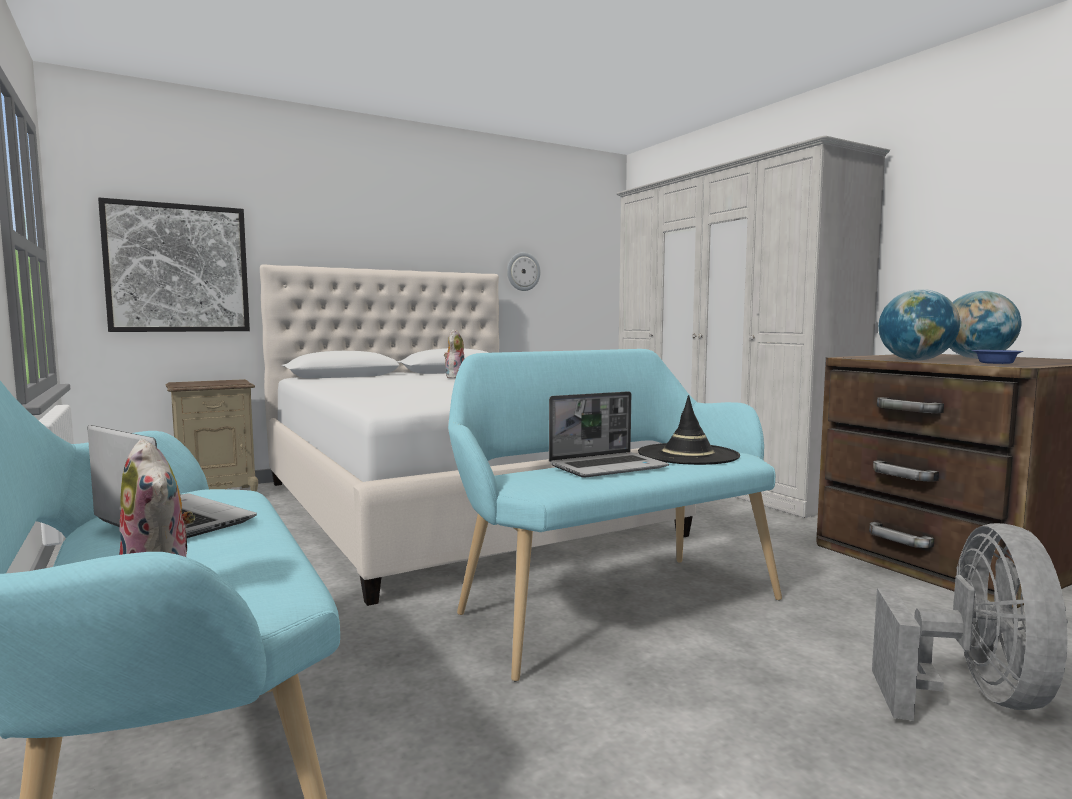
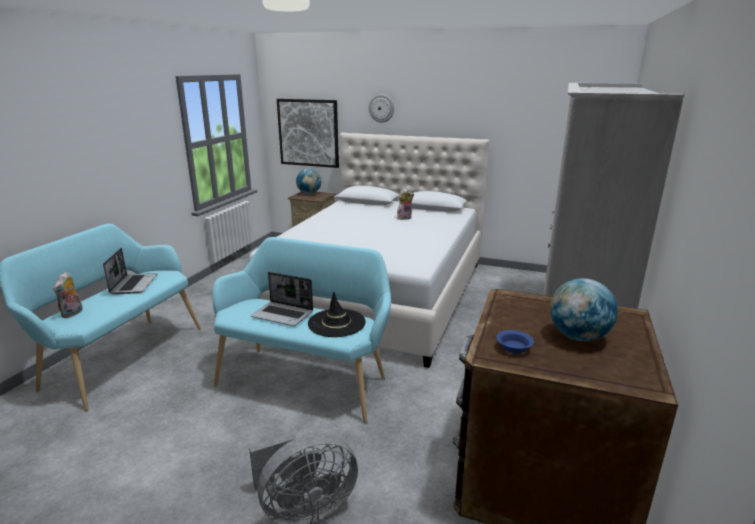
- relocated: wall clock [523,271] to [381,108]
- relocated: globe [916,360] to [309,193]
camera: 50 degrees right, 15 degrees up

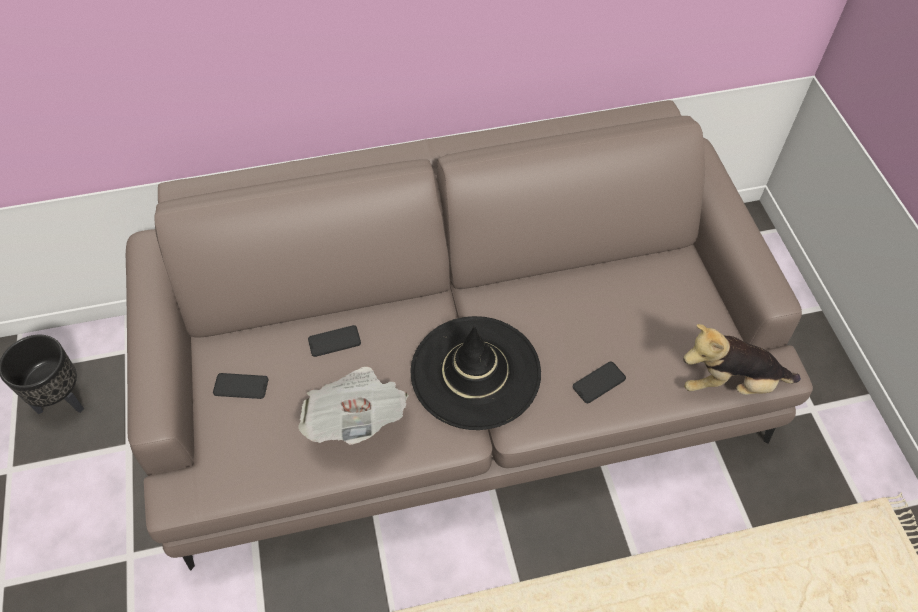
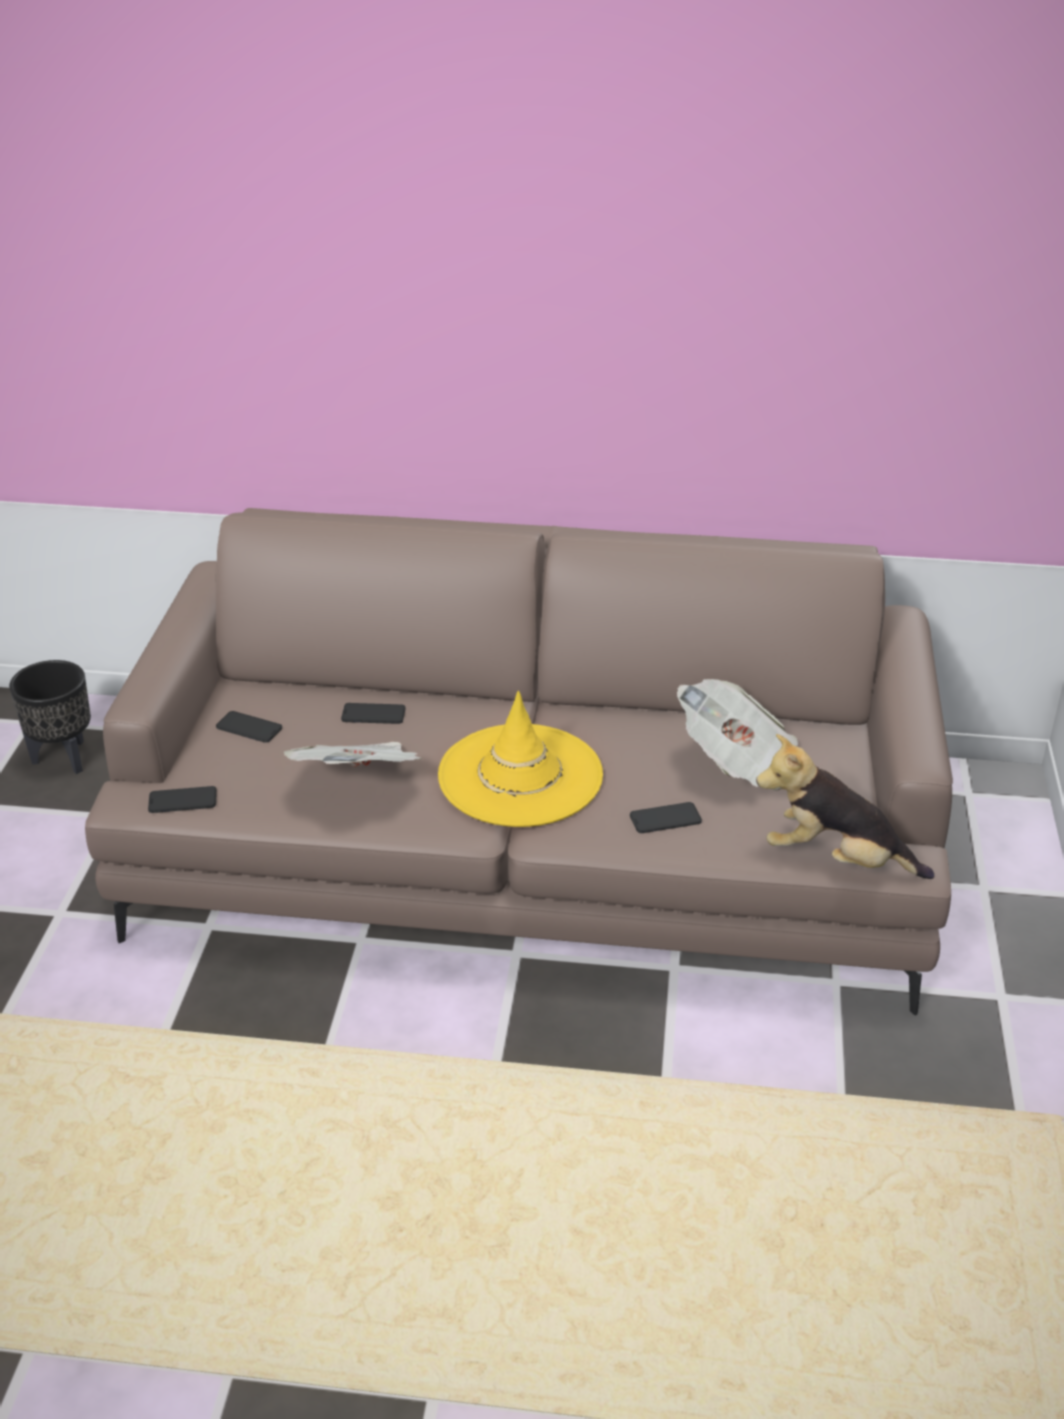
- appeared: phone [182,800]
- appeared: newspaper [742,766]
- colour: hat/black [475,372] to hat/yellow [520,776]
camera: 20 degrees right, 20 degrees down

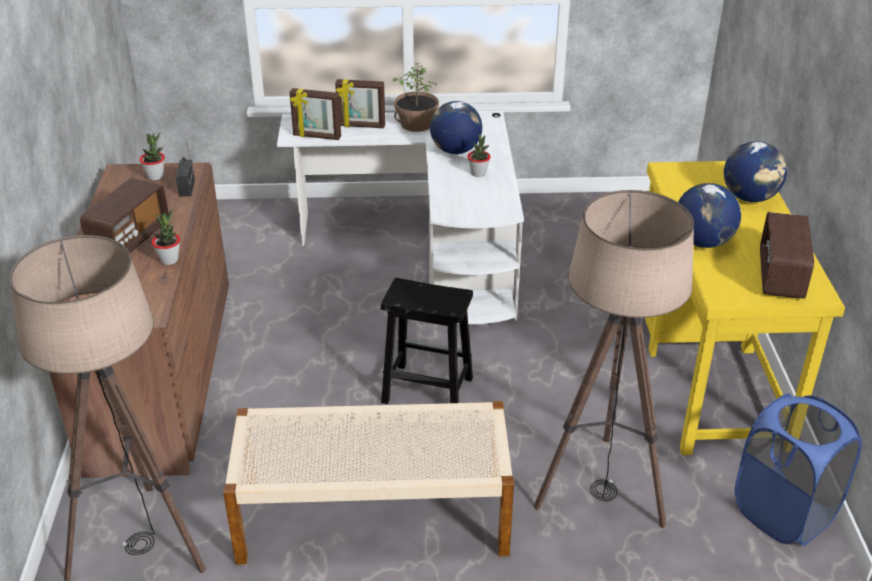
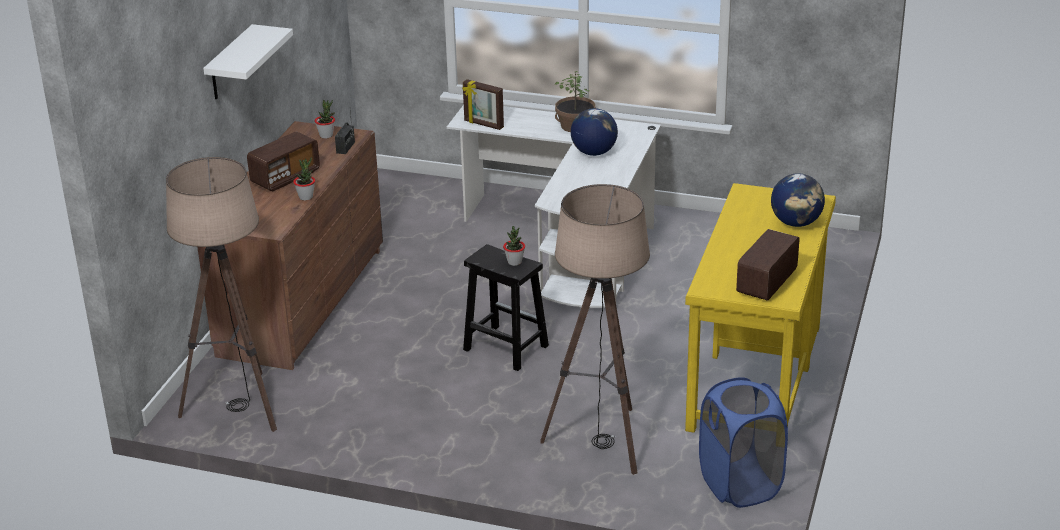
- missing: bench/beige [373,517]
- missing: picture frame [361,126]
- missing: globe [702,242]
- appeared: shelf/white [230,64]
- relocated: potted plant [478,173] to [514,262]
camera: 20 degrees right, 5 degrees down

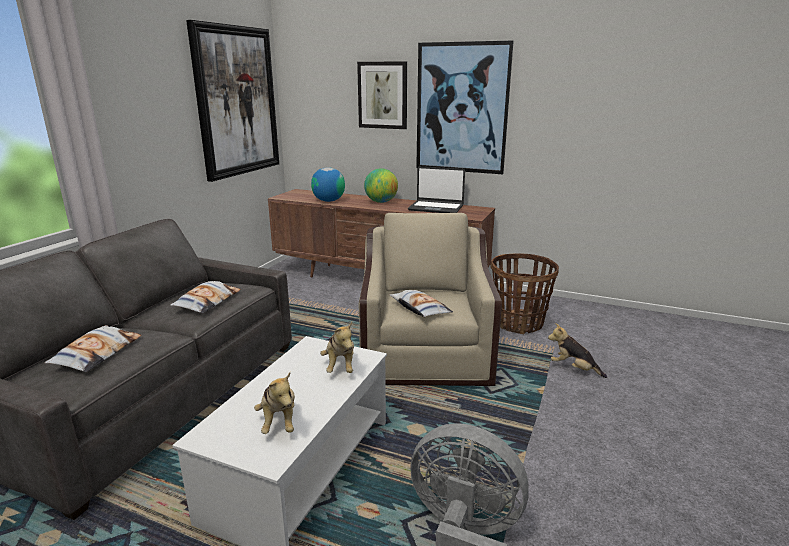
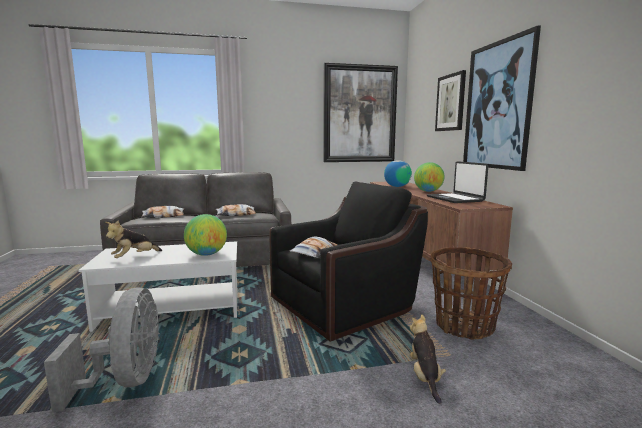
- exchanged: plush toy [340,366] to globe [207,254]
- colour: armchair/beige [425,350] to armchair/black [347,303]
camera: 55 degrees right, 10 degrees down

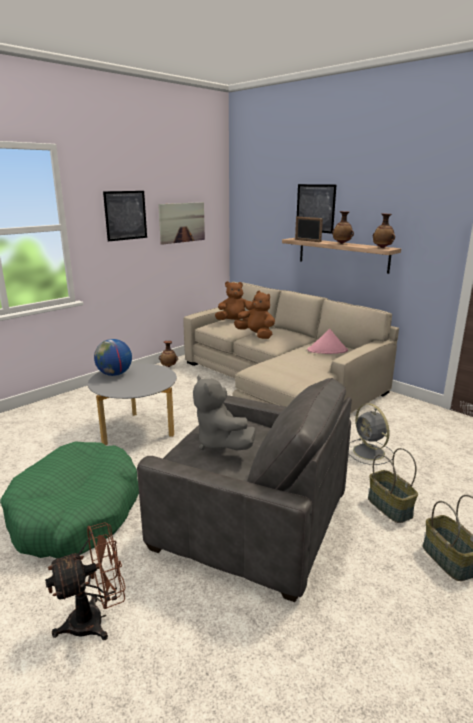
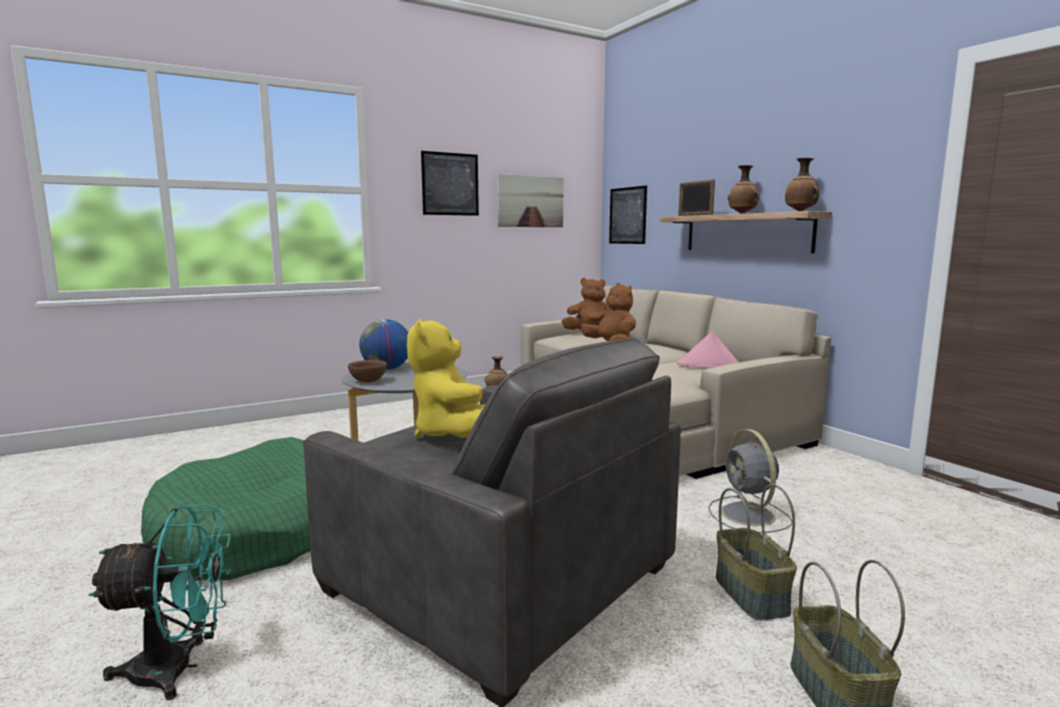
- appeared: bowl/brown [367,381]
- relocated: picture [315,208] to [627,215]
- colour: fan/brown [95,620] to fan/turquoise [178,669]
- colour: plush toy/grey [220,443] to plush toy/yellow [452,435]
camera: 15 degrees right, 10 degrees down

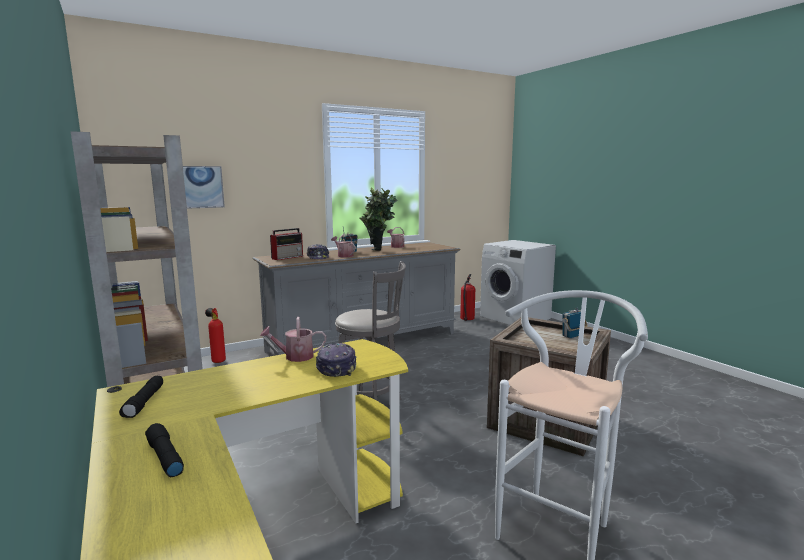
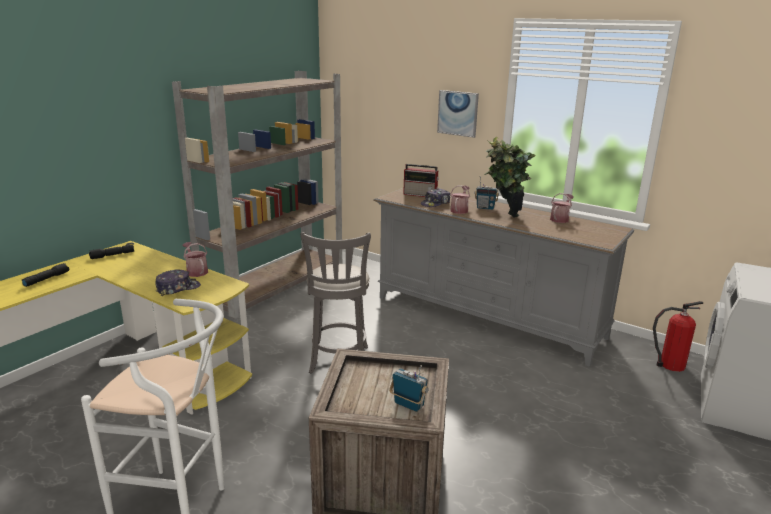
- missing: fire extinguisher [217,361]
- relocated: picture [200,187] to [458,113]
camera: 65 degrees right, 10 degrees up

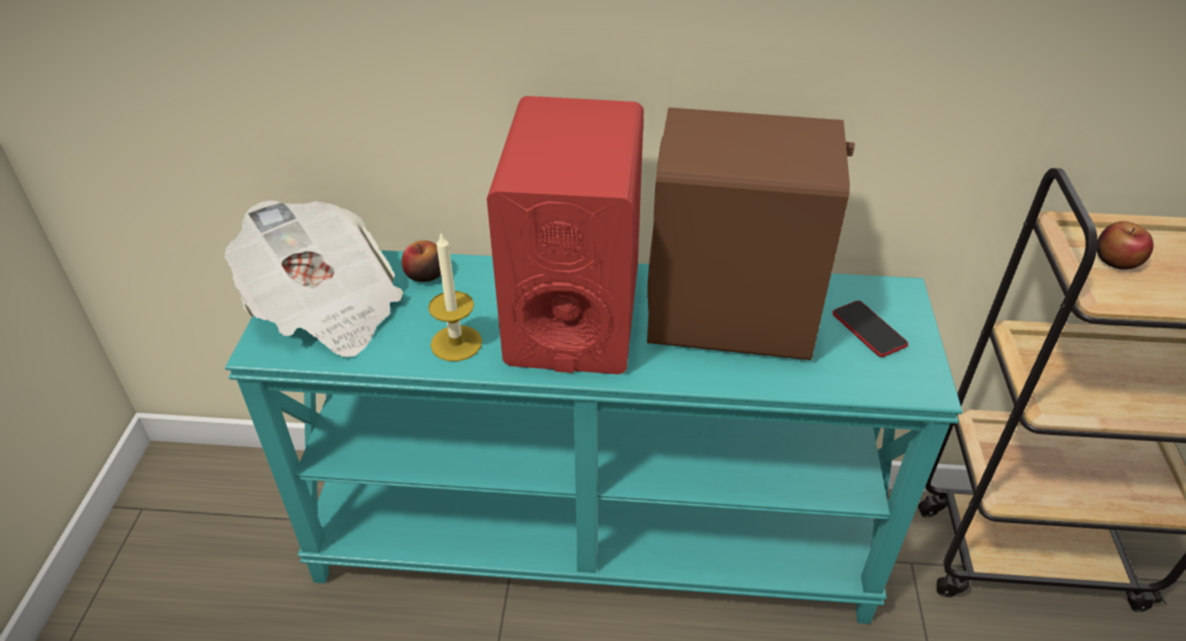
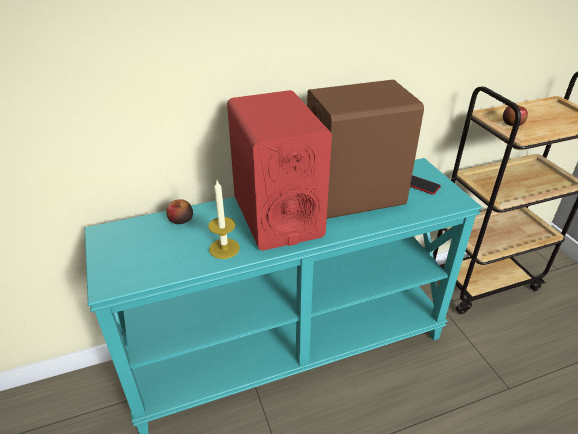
- missing: newspaper [325,308]
camera: 25 degrees left, 5 degrees down

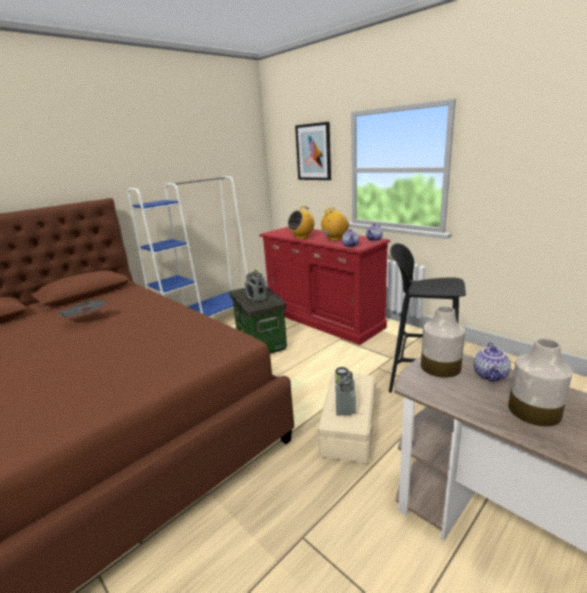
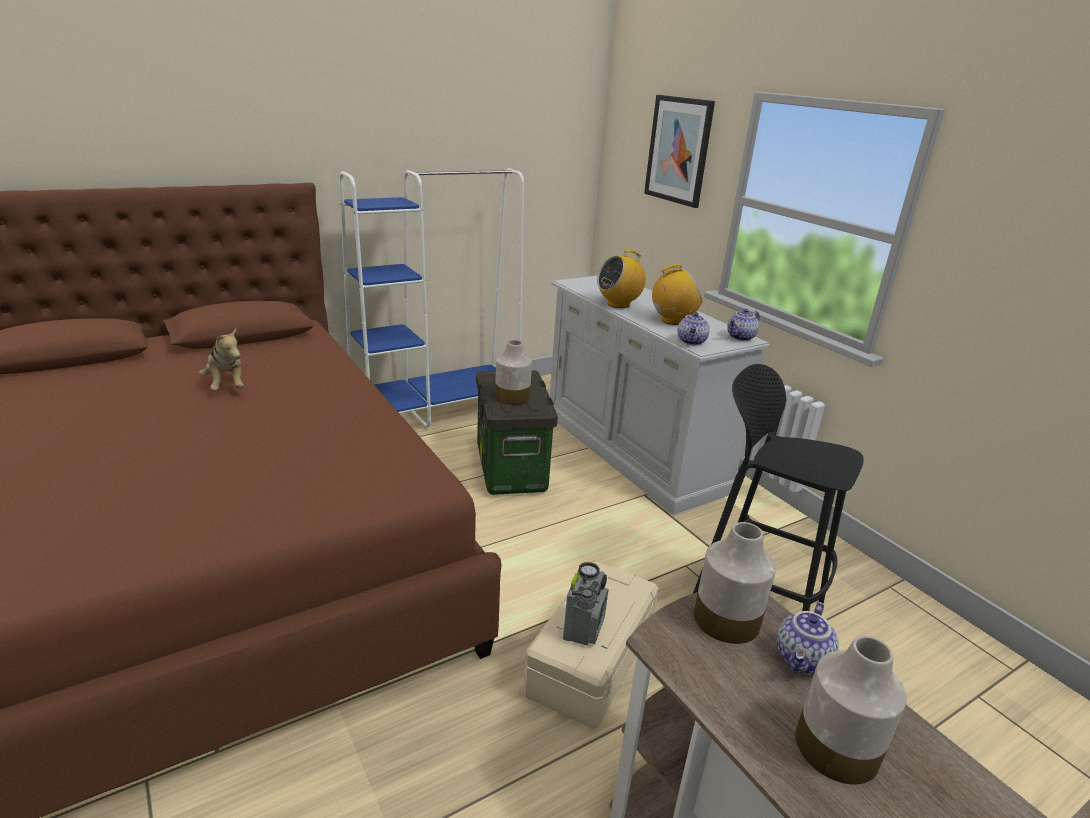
- exchanged: newspaper [87,320] to plush toy [226,385]
- exchanged: radio [256,298] to vase/beige [512,396]
- colour: dresser/red [323,319] to dresser/white [632,450]
camera: 10 degrees right, 5 degrees up

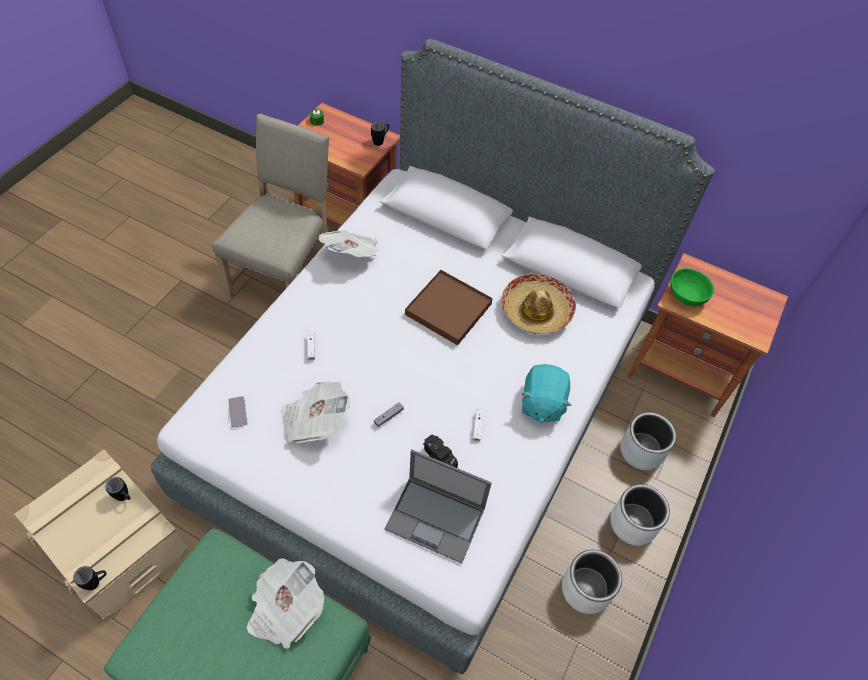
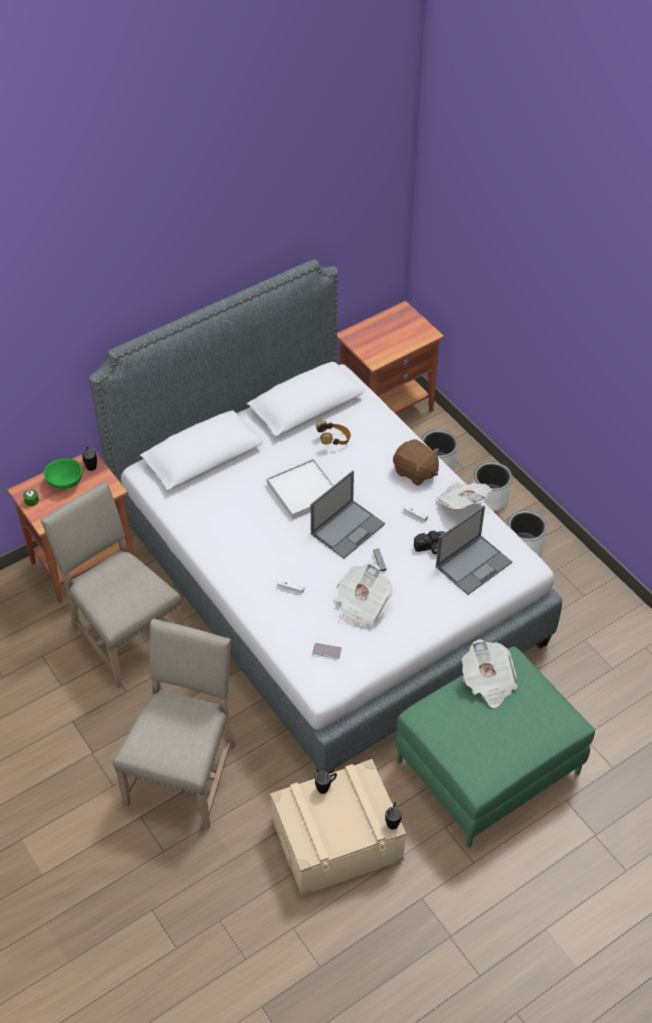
- appeared: chair/beige [185,772]
- appeared: laptop [348,528]
- relocated: newspaper [352,254] to [462,503]
- relocated: bowl/green [686,296] to [65,482]
- exchanged: hat [536,310] to headphones [334,440]
- colour: tray/brown [448,309] to tray/white [303,491]
- colour: plush toy/turquoise [542,403] to plush toy/brown [415,472]
camera: 60 degrees left, 5 degrees down

